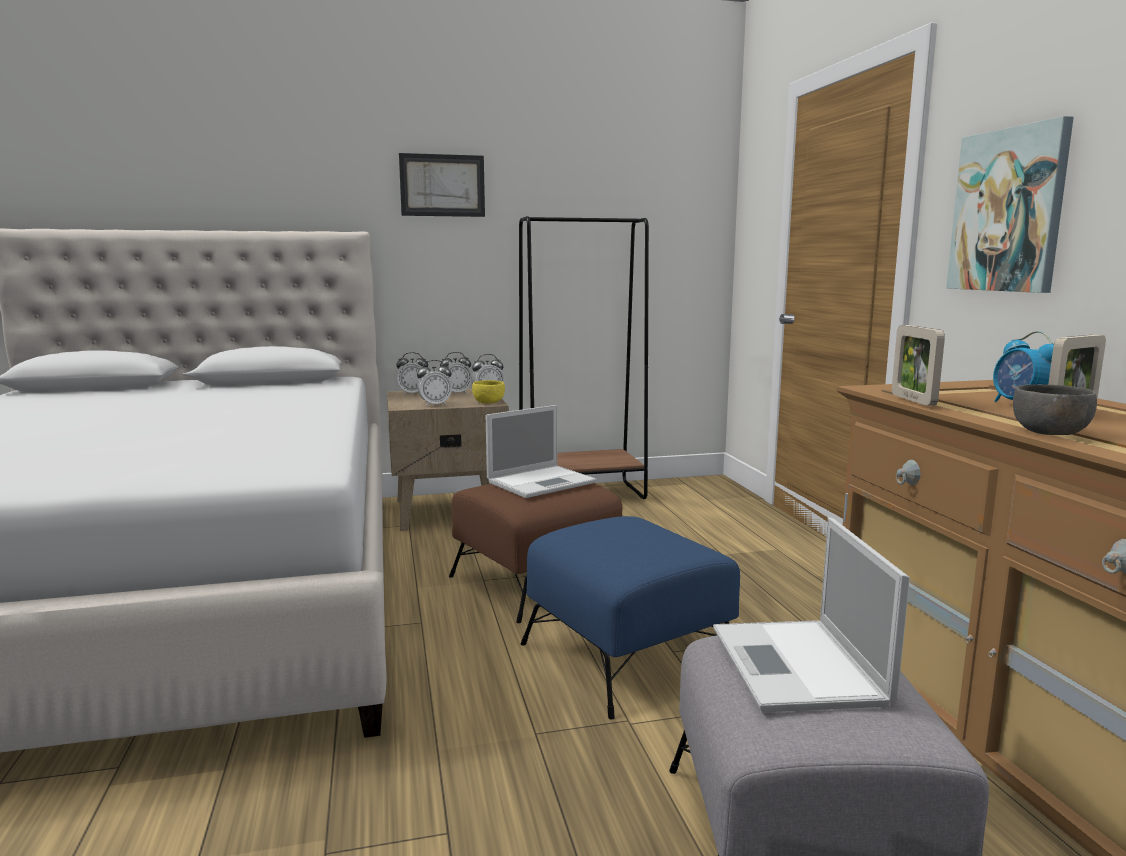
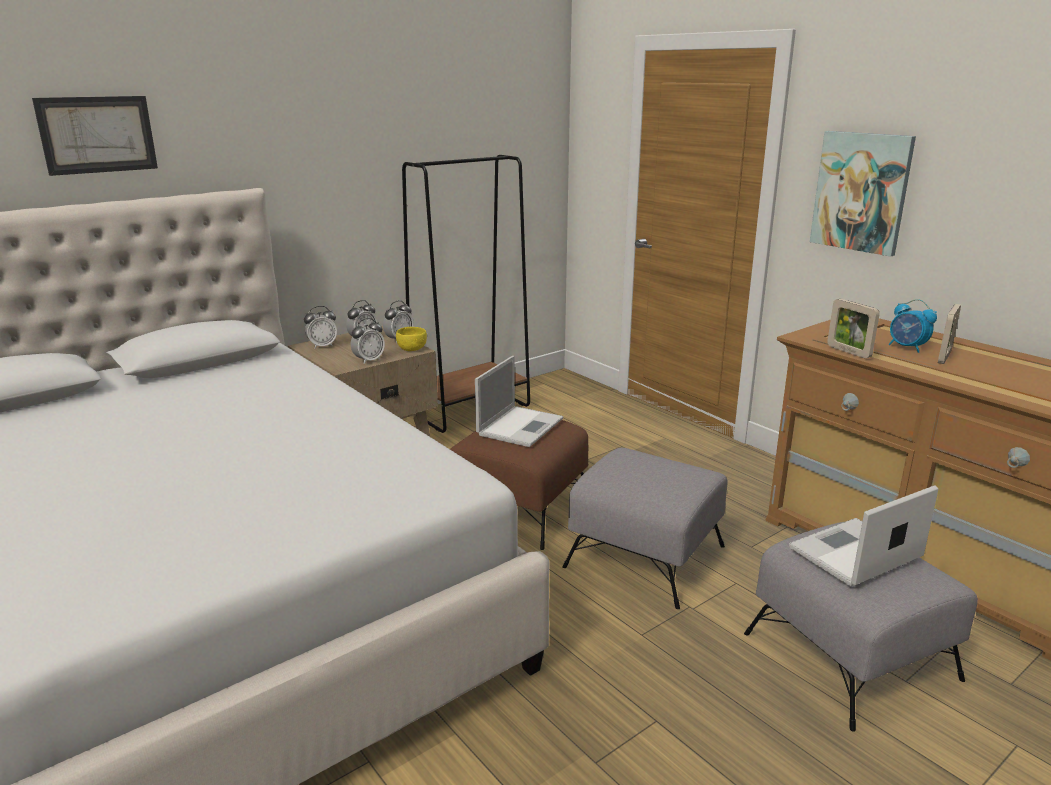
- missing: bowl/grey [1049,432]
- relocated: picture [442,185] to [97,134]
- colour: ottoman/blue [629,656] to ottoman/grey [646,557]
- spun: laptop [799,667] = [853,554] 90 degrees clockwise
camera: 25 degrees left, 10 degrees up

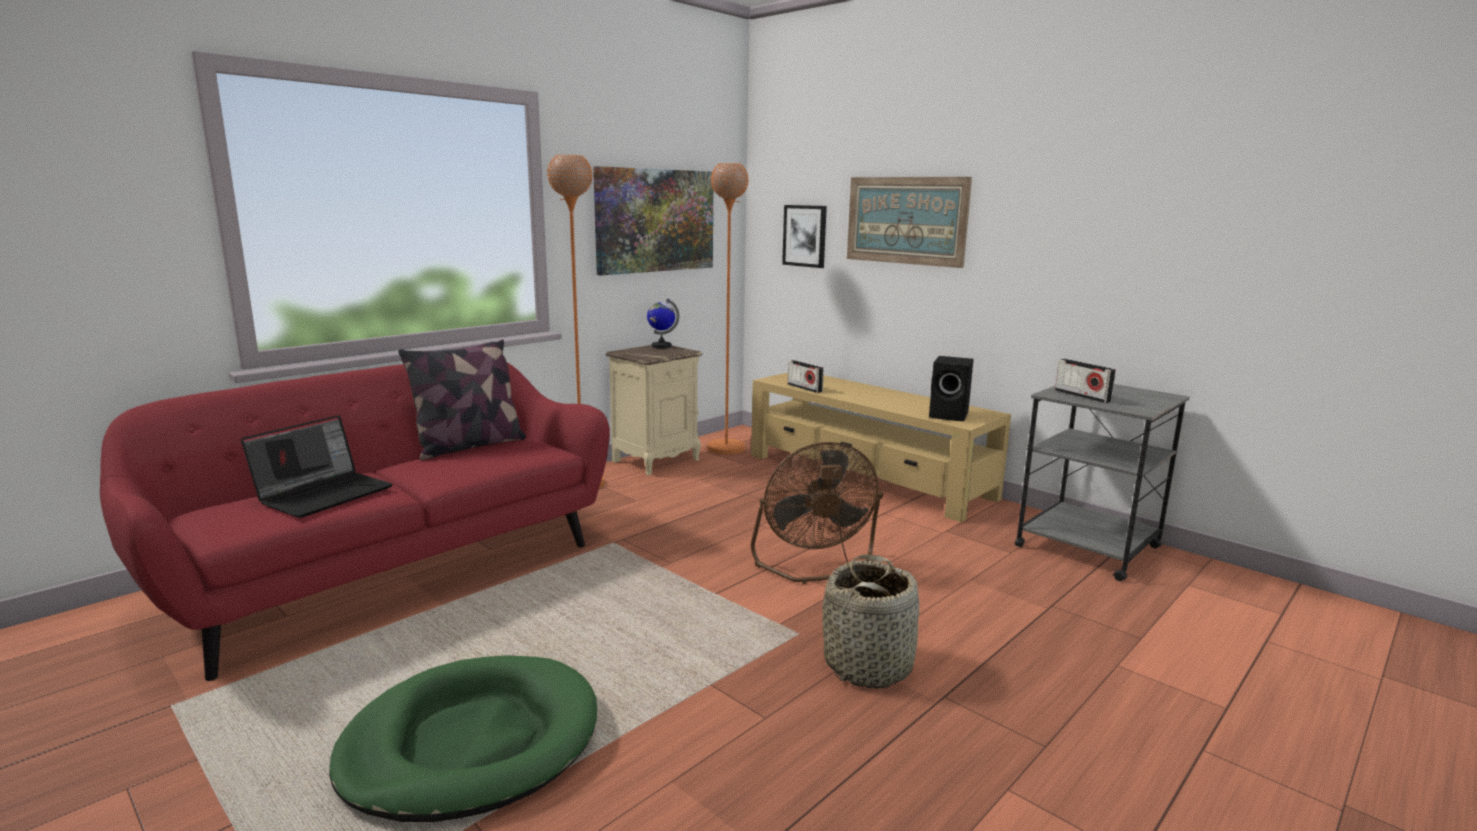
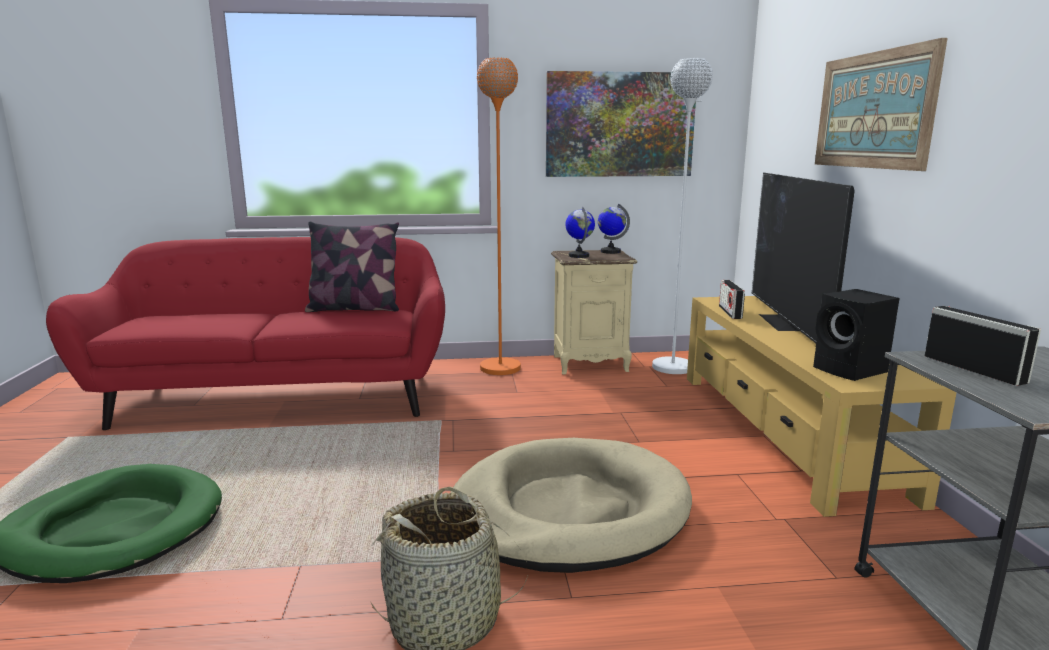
- missing: laptop [324,494]
- missing: picture [805,236]
- appeared: globe [579,256]
- appeared: television [785,322]
- exchanged: fan/brown [826,572] to dog bed/beige [568,511]
- colour: floor lamp/orange [726,448] to floor lamp/white [673,367]
- spun: radio [1082,396] = [973,369] 150 degrees clockwise
camera: 40 degrees right, 0 degrees up

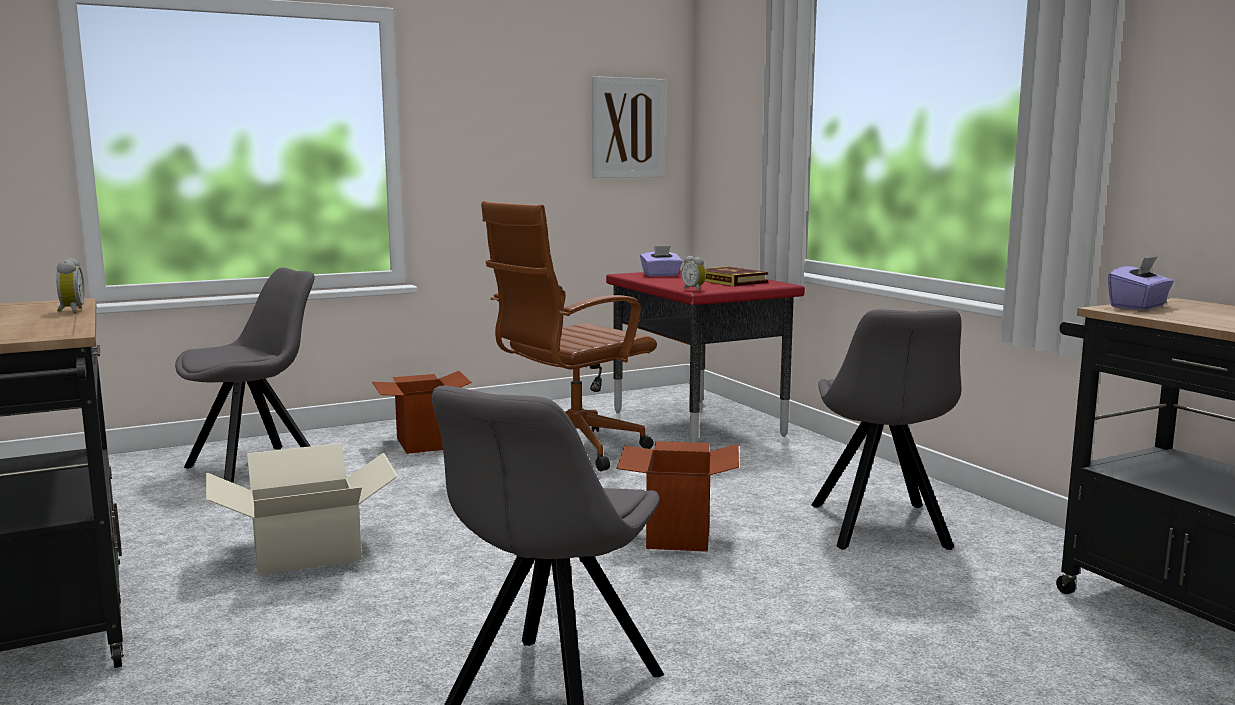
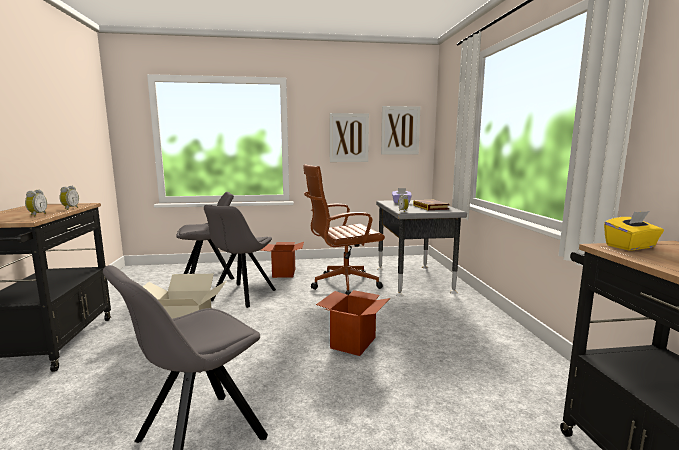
- appeared: alarm clock [36,215]
- appeared: picture [349,138]
- relocated: chair/grey [880,527] to [242,295]
- colour: desk/red [698,428] to desk/grey [414,280]
- colour: tissue box/purple [1138,306] to tissue box/yellow [631,247]
camera: 20 degrees right, 0 degrees up

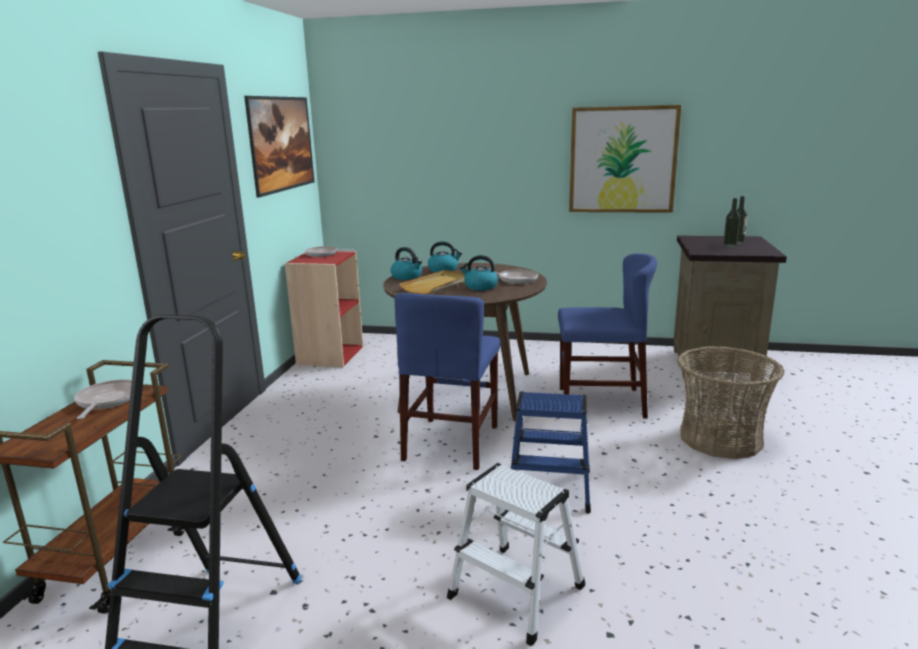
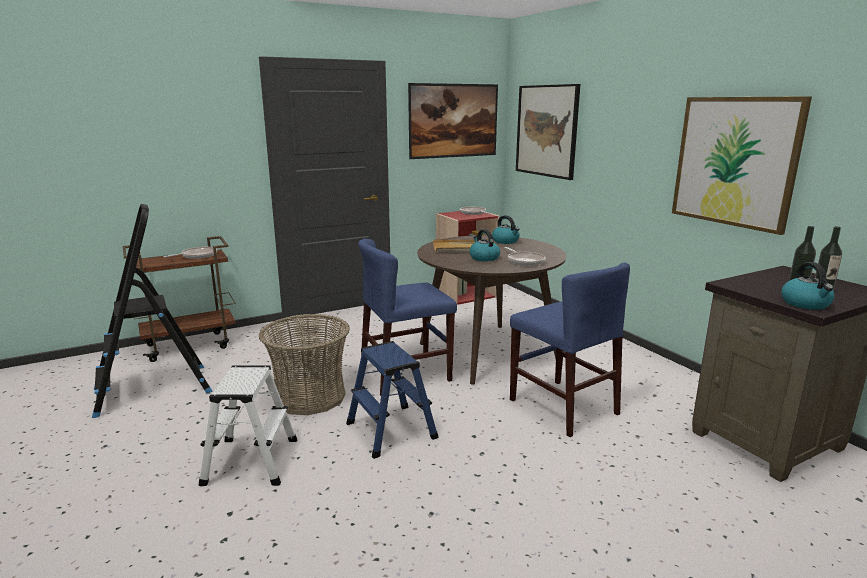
- appeared: picture [546,131]
- relocated: kettle [407,276] to [806,304]
- relocated: basket [720,438] to [309,396]
camera: 50 degrees right, 0 degrees up

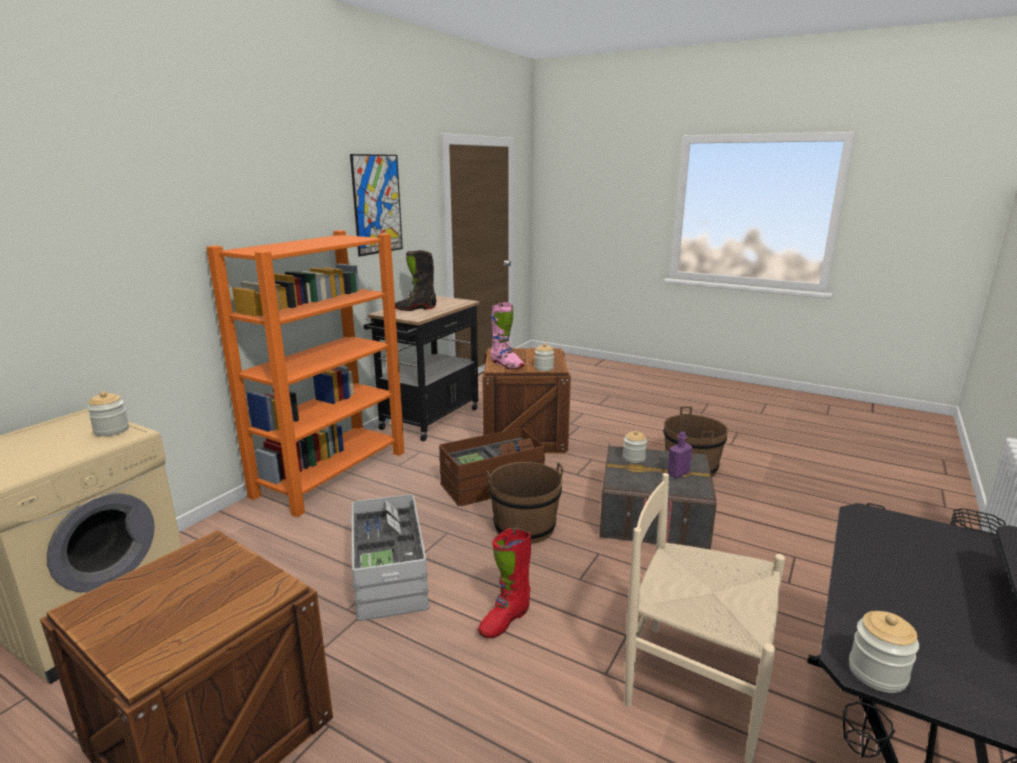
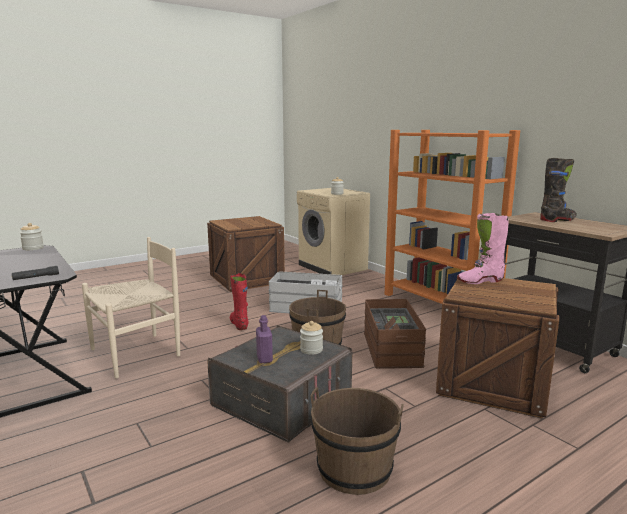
- missing: picture [377,204]
- missing: jar [544,368]
- appeared: flashlight/black [36,277]
- spun: boot/black [415,309] = [557,220] 60 degrees clockwise
camera: 115 degrees right, 5 degrees down

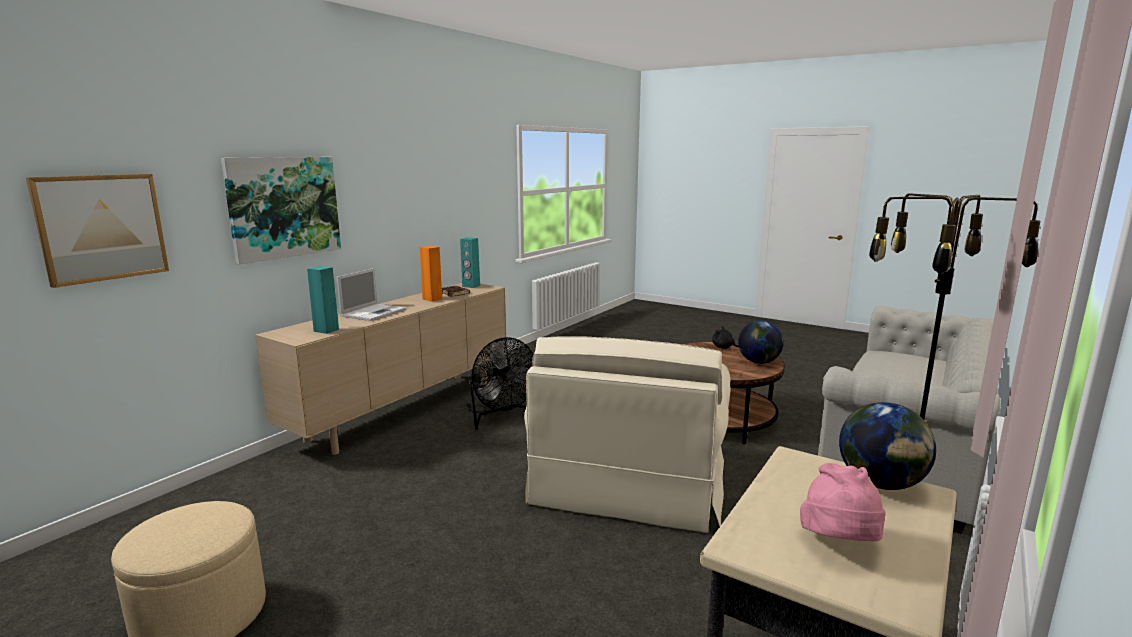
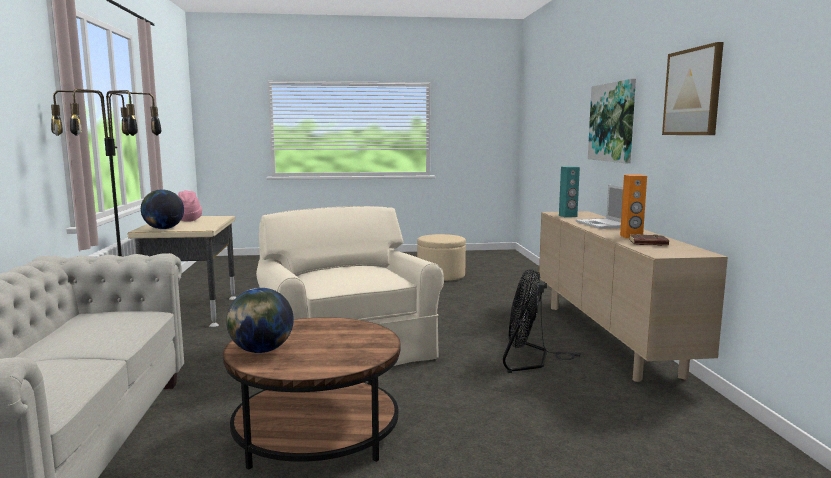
- missing: speaker/turquoise [471,286]
- missing: plush toy/black [724,348]
- relocated: picture [101,227] to [693,92]
camera: 140 degrees right, 5 degrees down

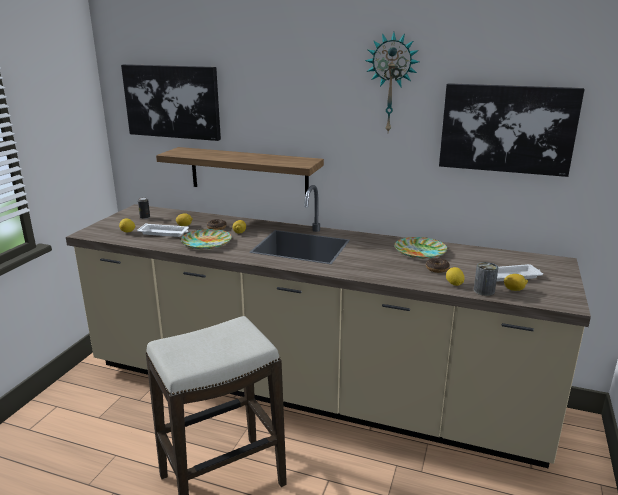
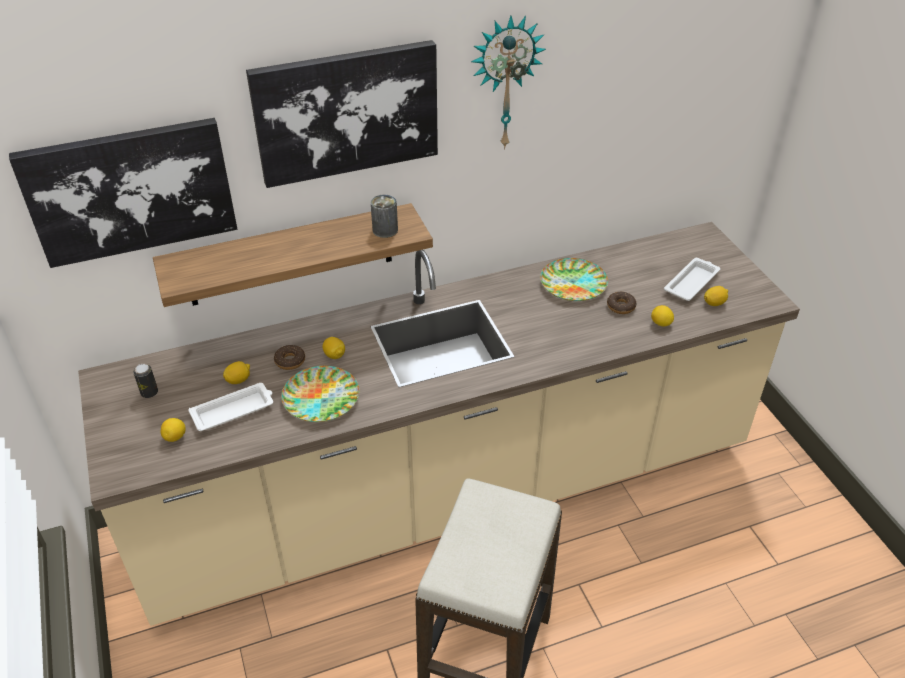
- relocated: picture [507,128] to [346,112]
- relocated: can [484,291] to [385,230]
camera: 40 degrees left, 20 degrees up

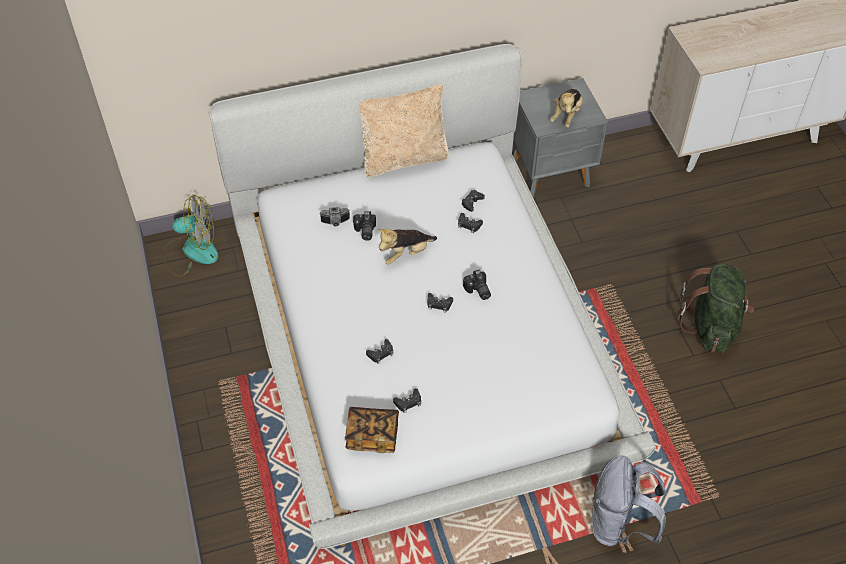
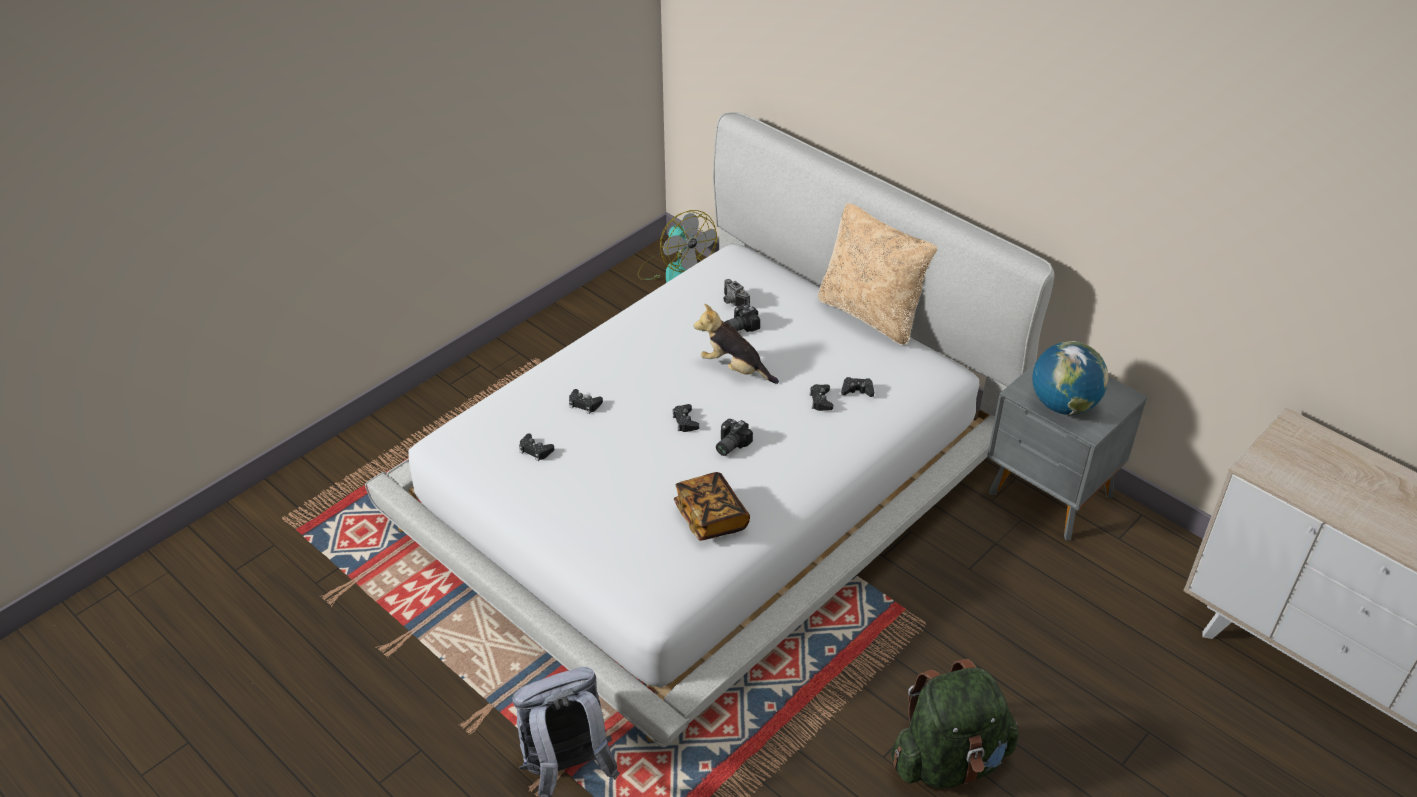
- relocated: book [372,435] to [711,517]
- exchanged: plush toy [566,115] to globe [1063,405]
camera: 60 degrees right, 10 degrees down

